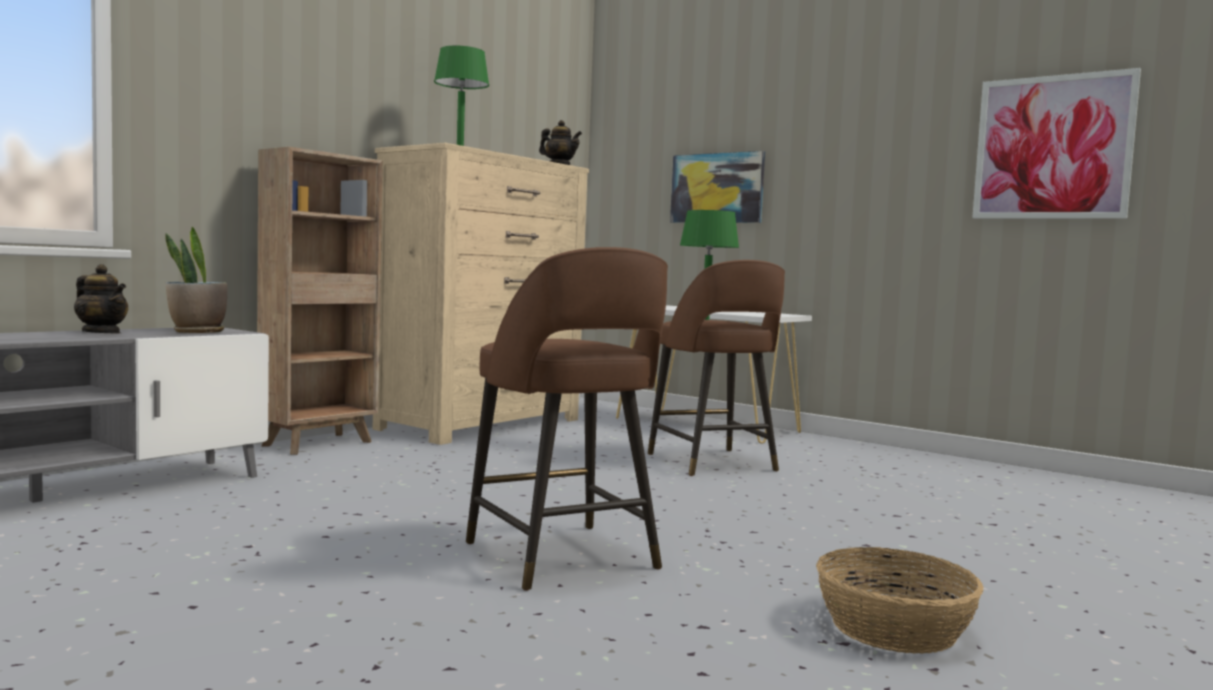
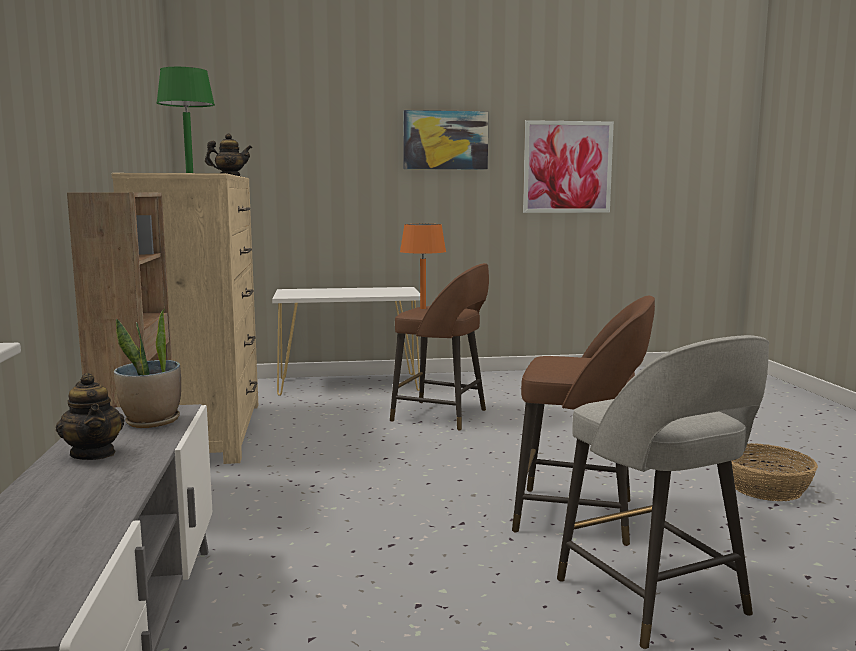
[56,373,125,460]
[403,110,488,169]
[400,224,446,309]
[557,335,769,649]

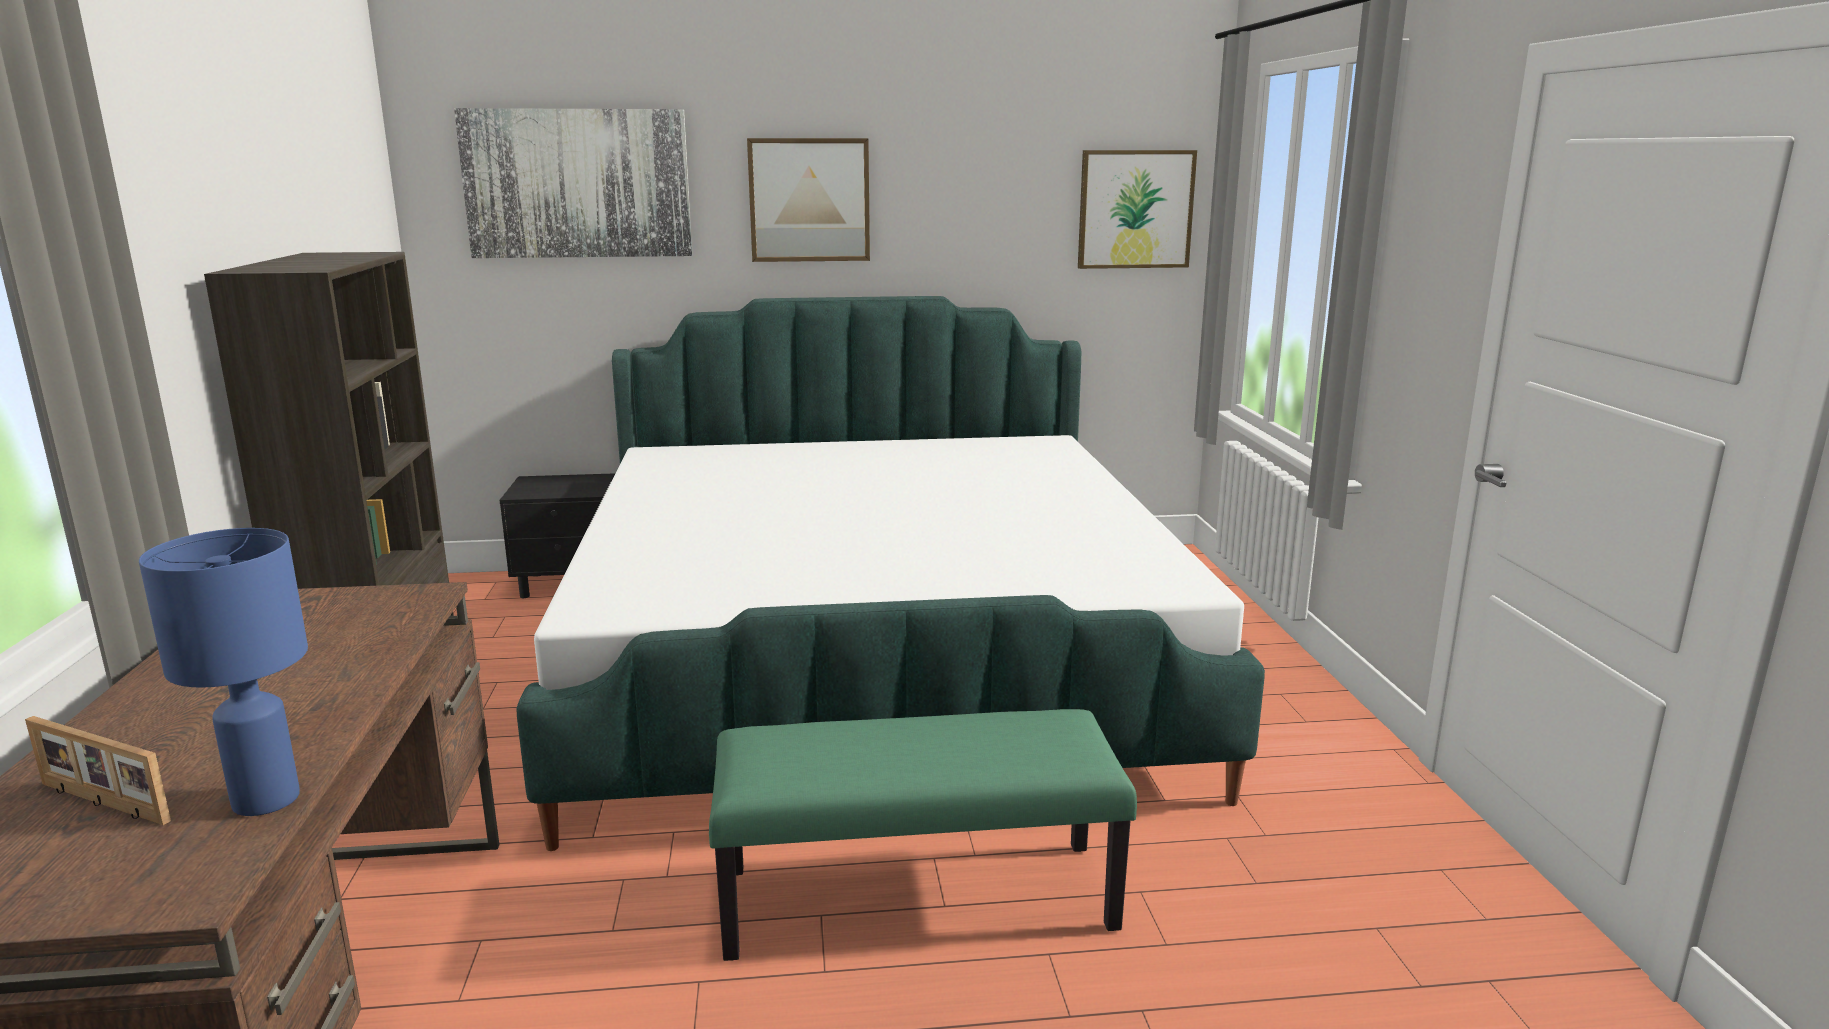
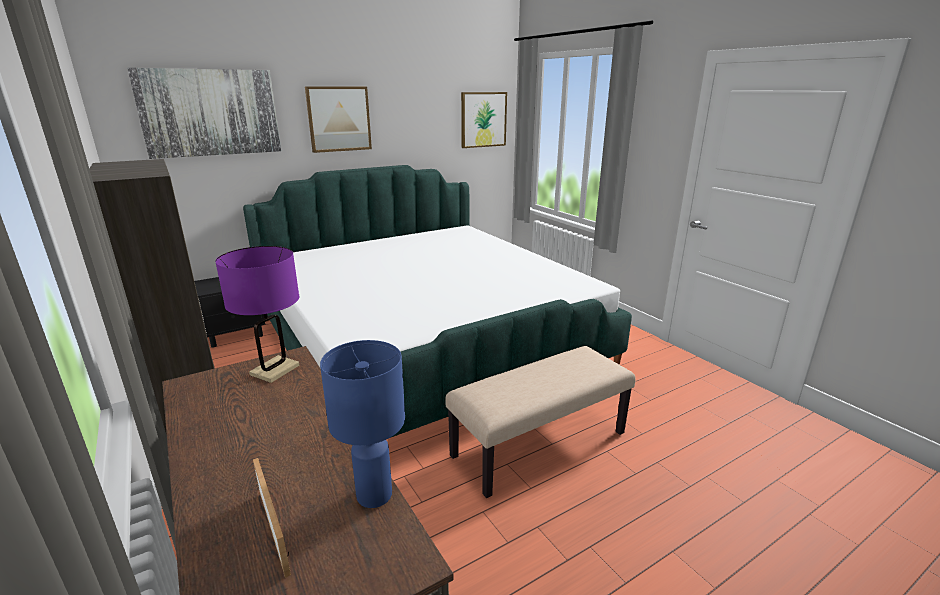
[253,458,291,578]
[445,346,635,498]
[215,246,299,383]

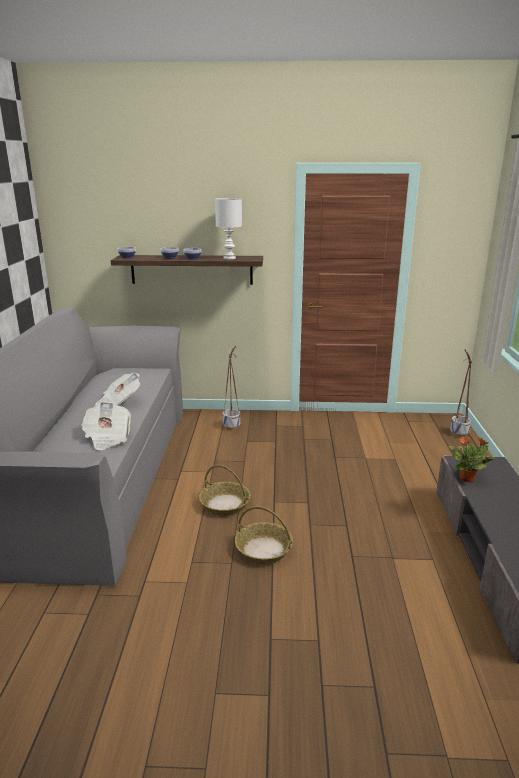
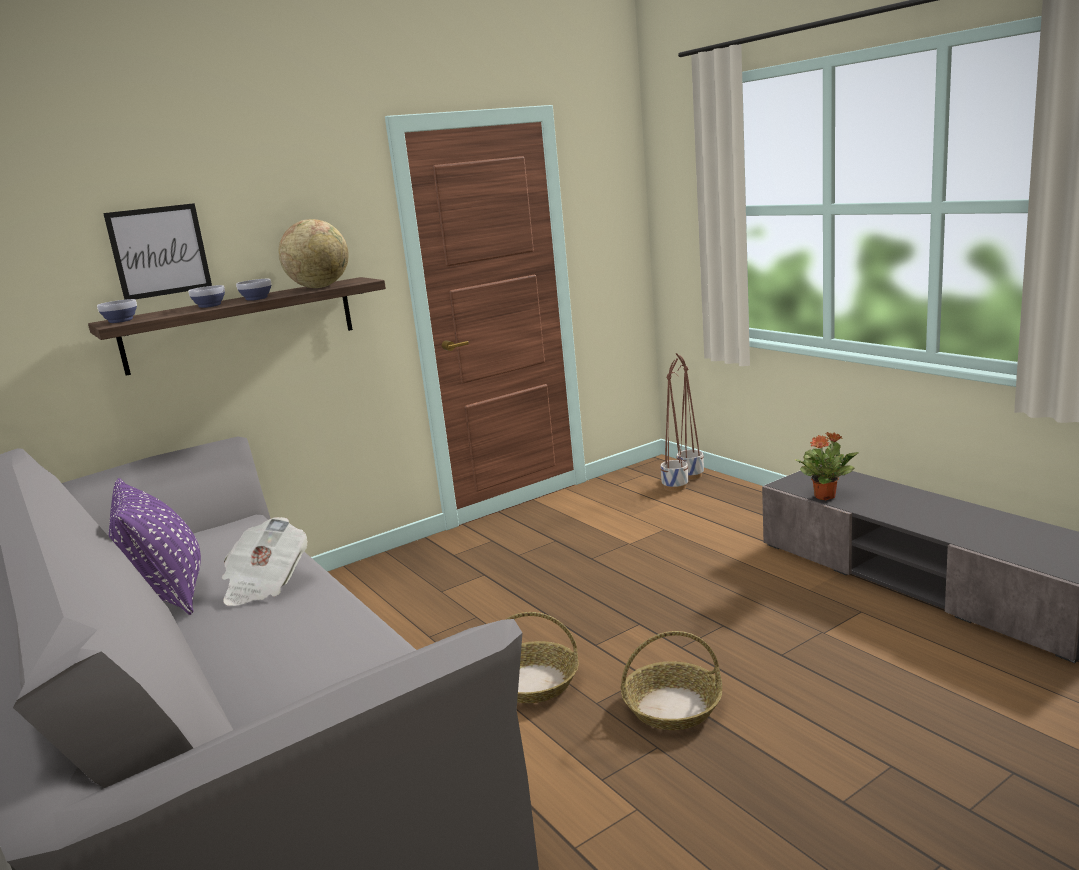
[81,401,131,450] (first image)
[279,219,348,288]
[660,358,688,491]
[103,203,212,300]
[109,478,201,615]

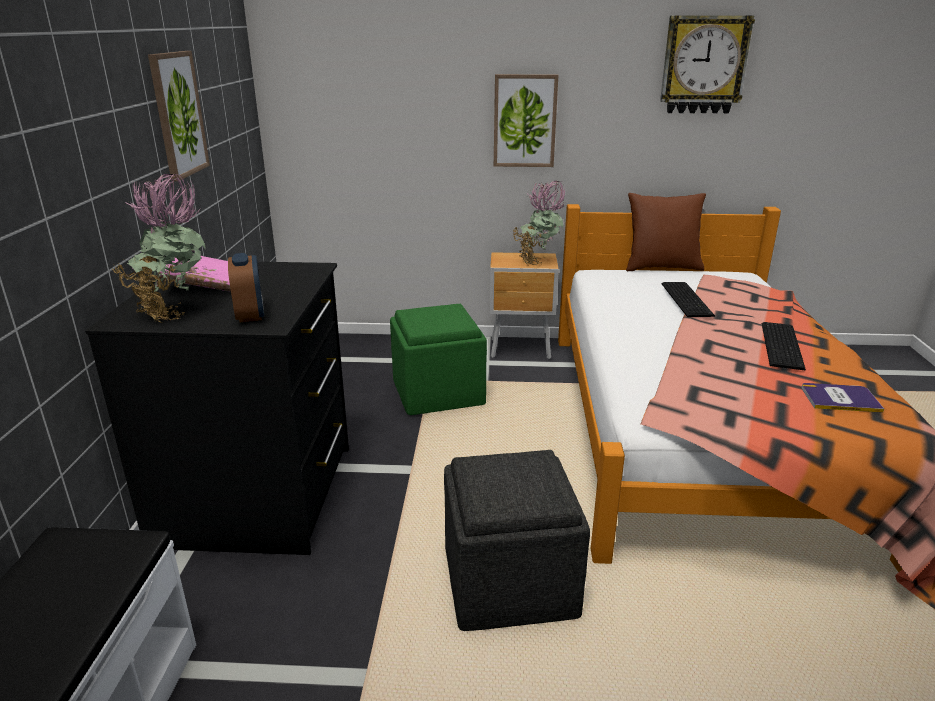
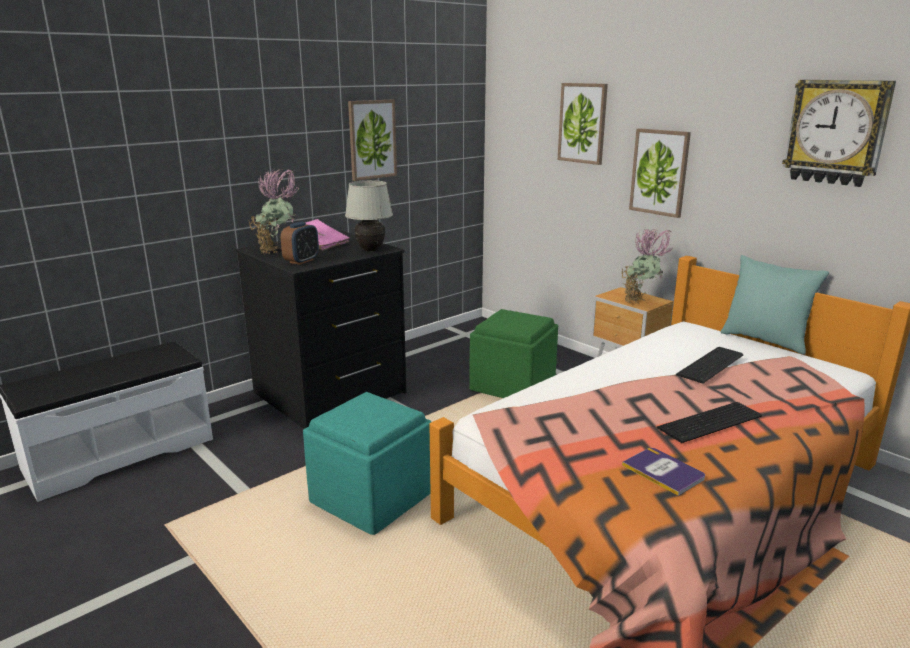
[303,392,431,535]
[720,255,829,355]
[345,180,393,252]
[558,83,608,165]

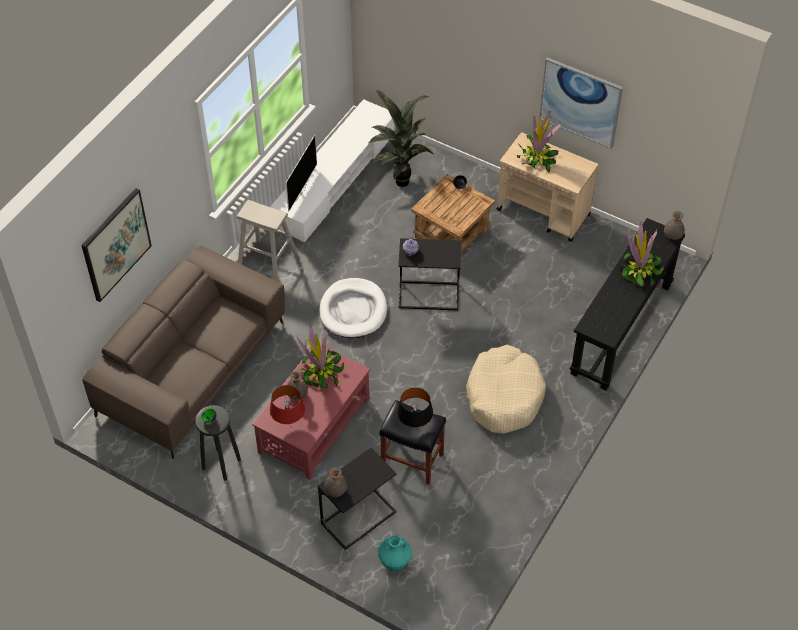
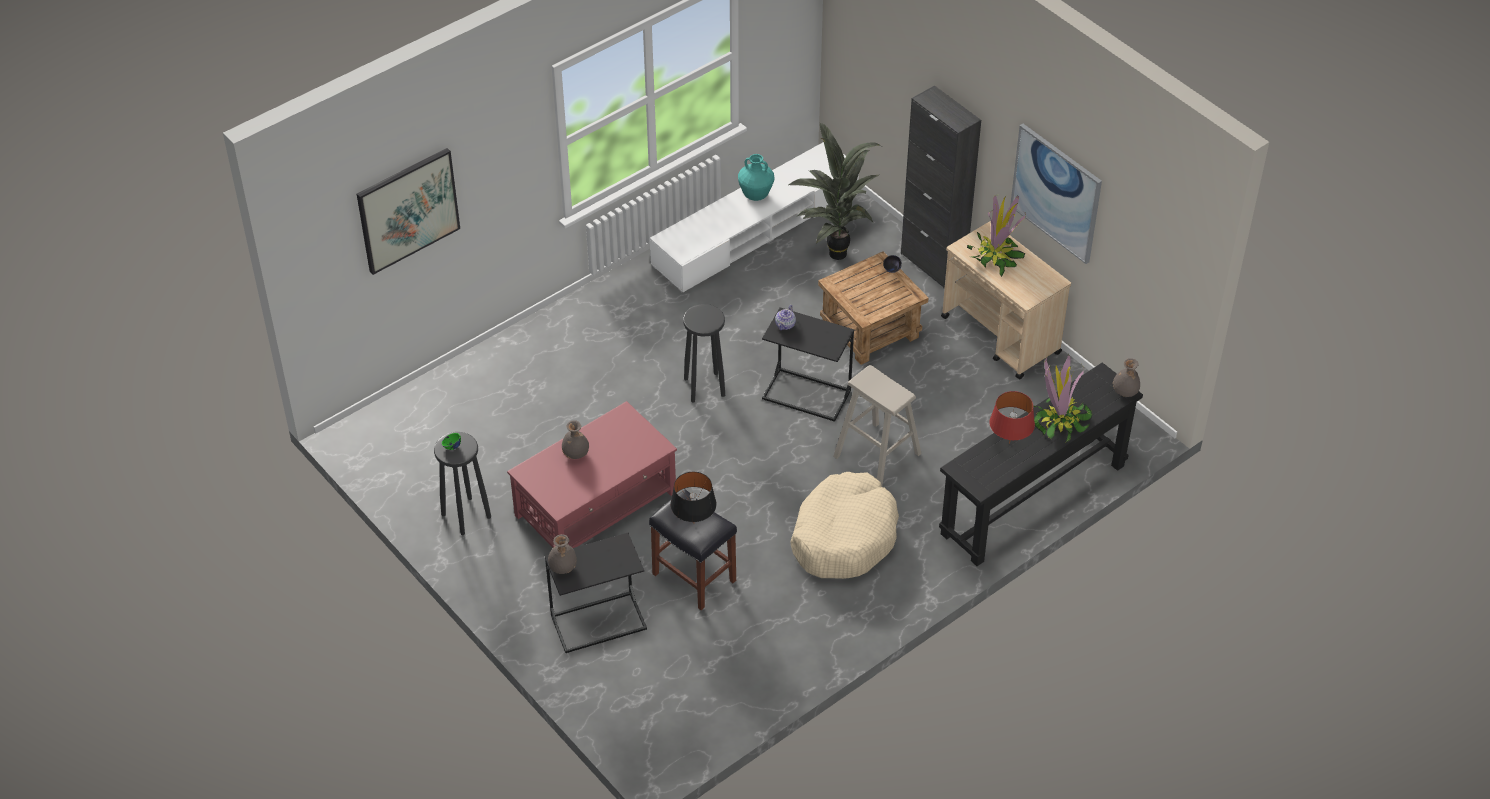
[82,245,285,459] (first image)
[833,365,922,486]
[989,391,1035,443]
[286,135,317,212] (first image)
[297,325,344,389] (first image)
[683,304,725,403]
[738,154,774,201]
[901,85,981,289]

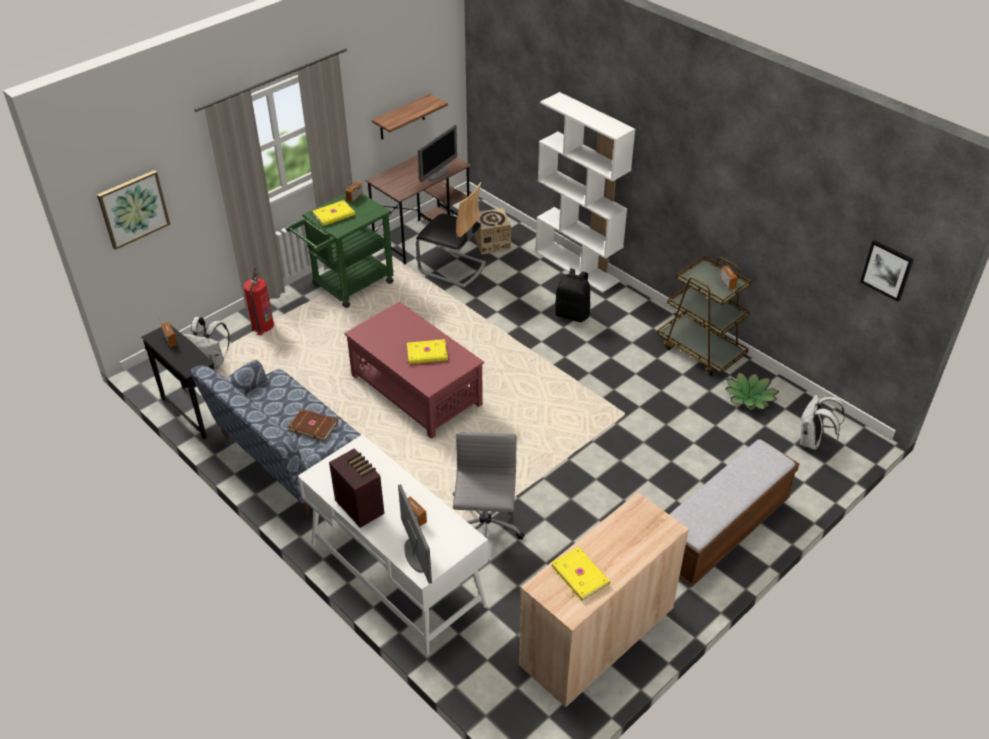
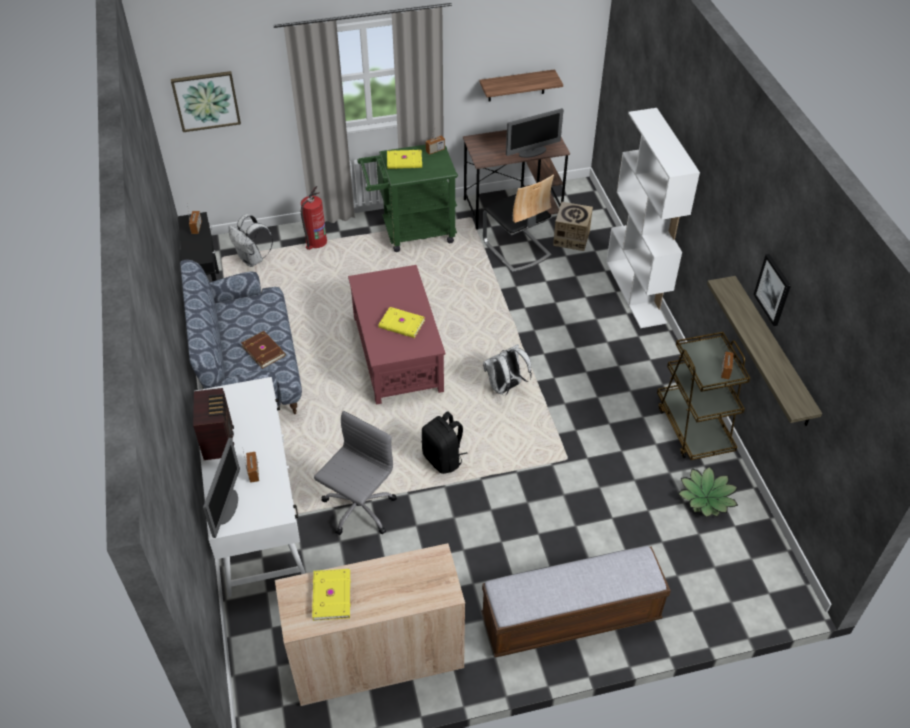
[422,411,468,474]
[483,344,532,395]
[753,254,791,326]
[707,276,822,426]

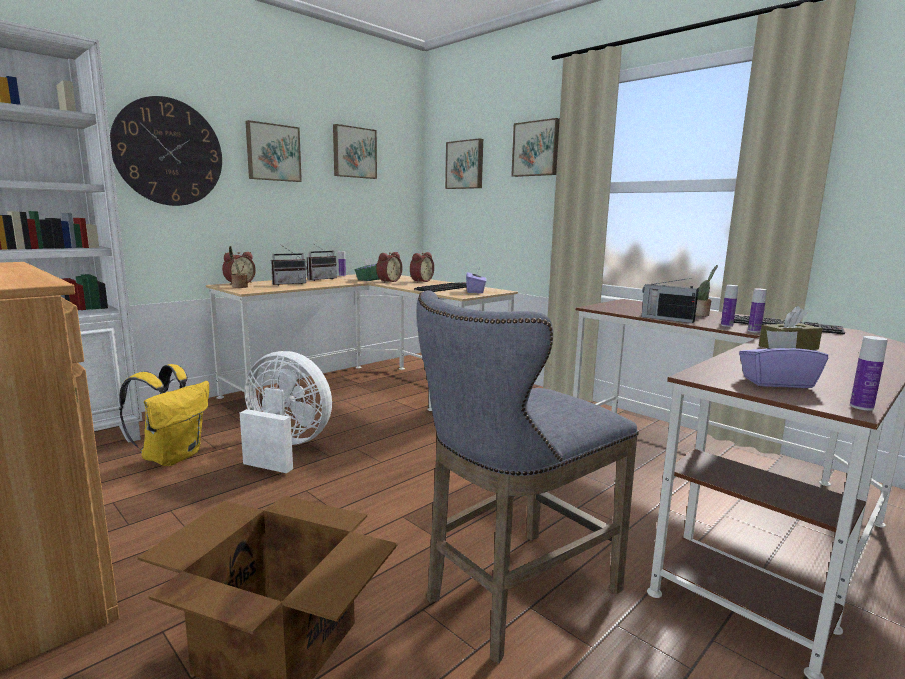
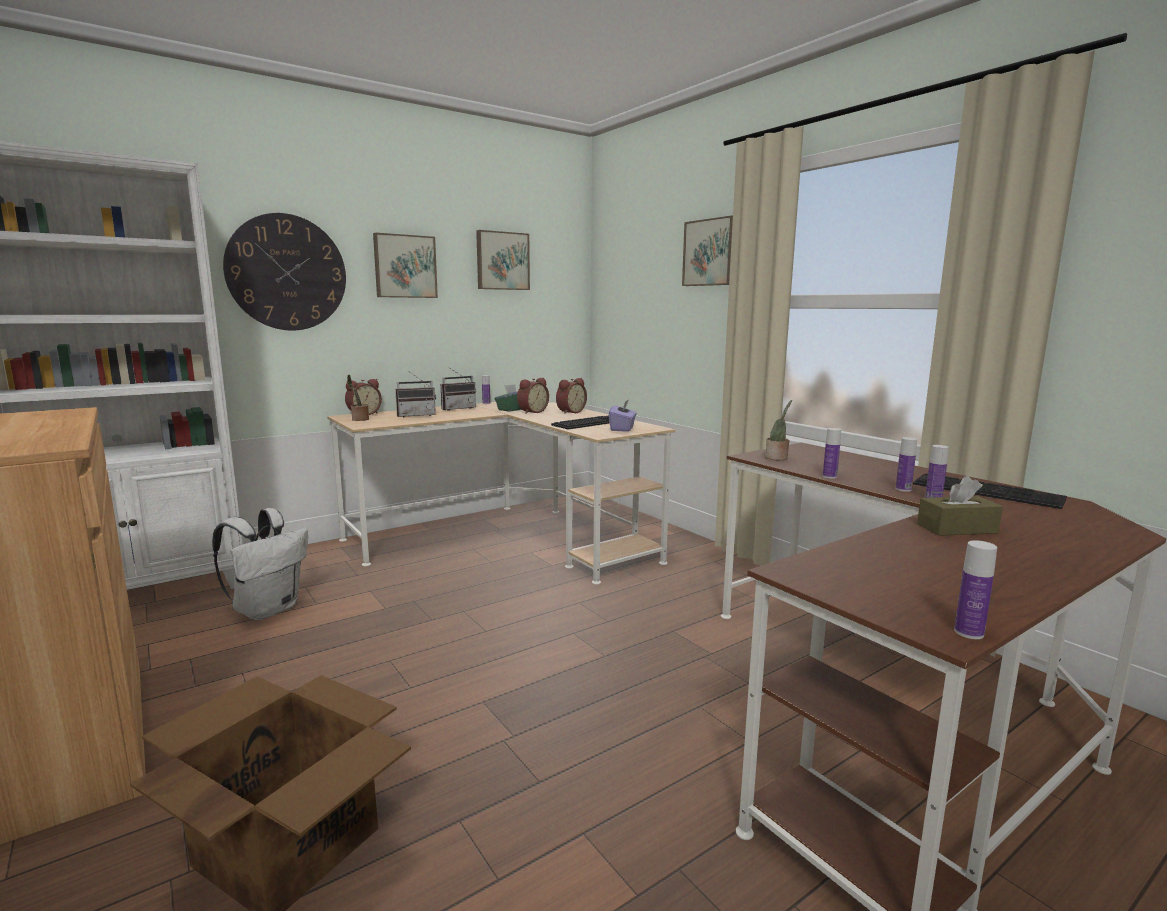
[212,508,308,620]
[240,351,332,473] (first image)
[417,290,639,664] (first image)
[445,138,483,189] (first image)
[823,428,841,479]
[765,400,792,460]
[739,330,828,388] (first image)

